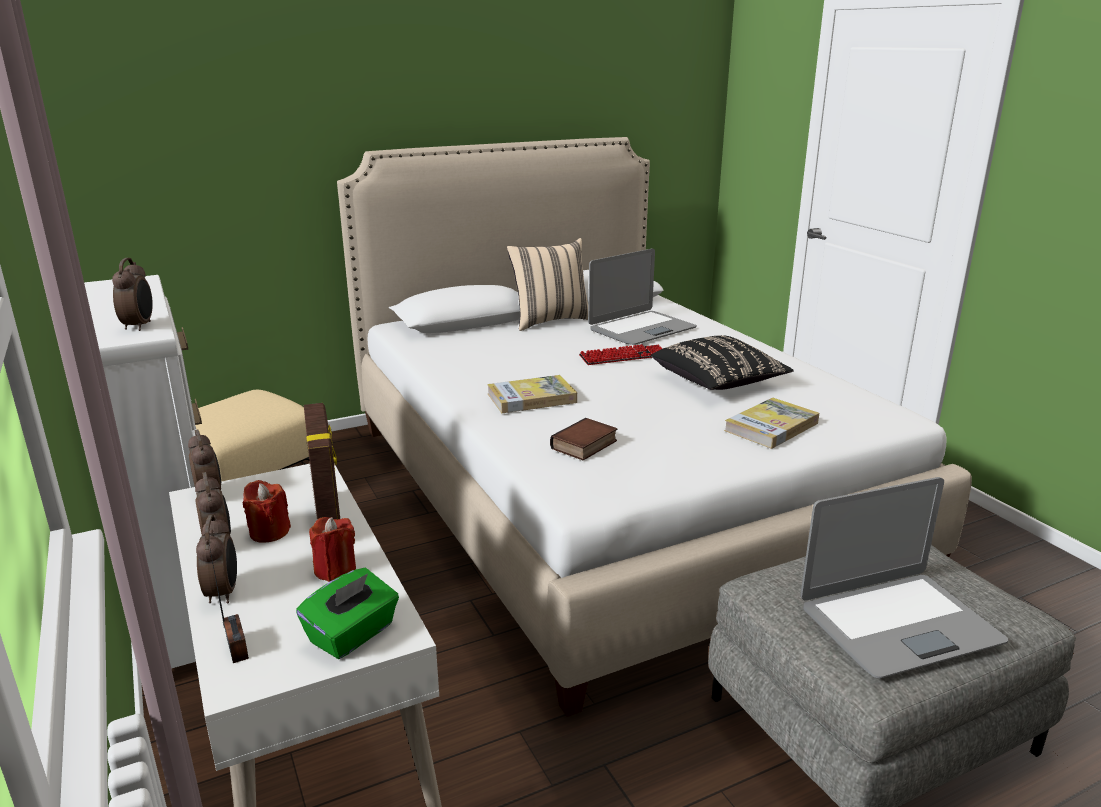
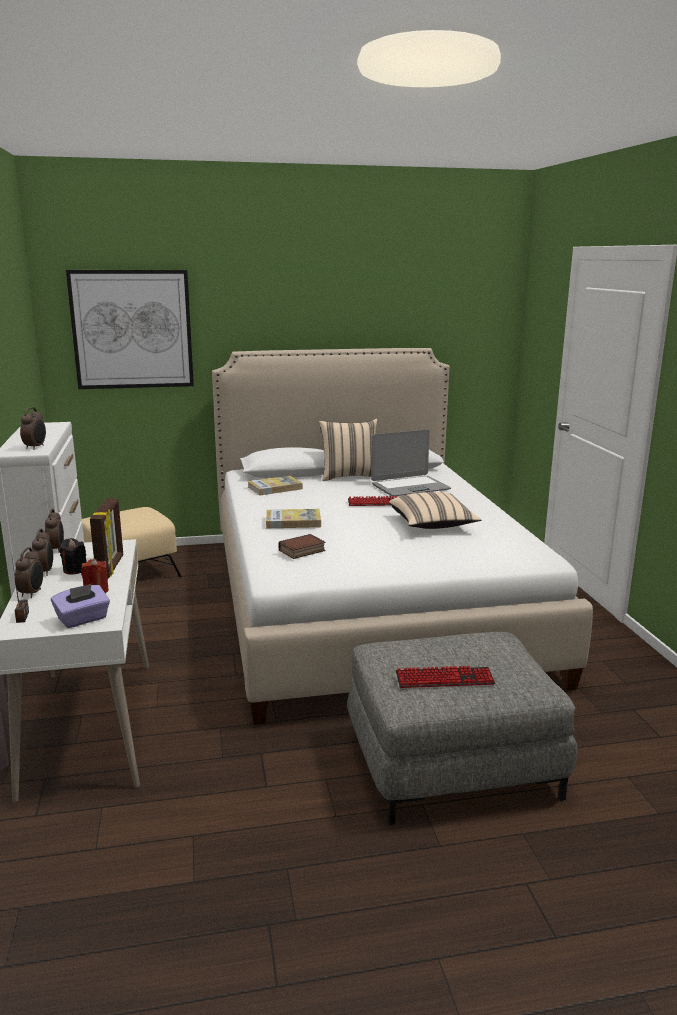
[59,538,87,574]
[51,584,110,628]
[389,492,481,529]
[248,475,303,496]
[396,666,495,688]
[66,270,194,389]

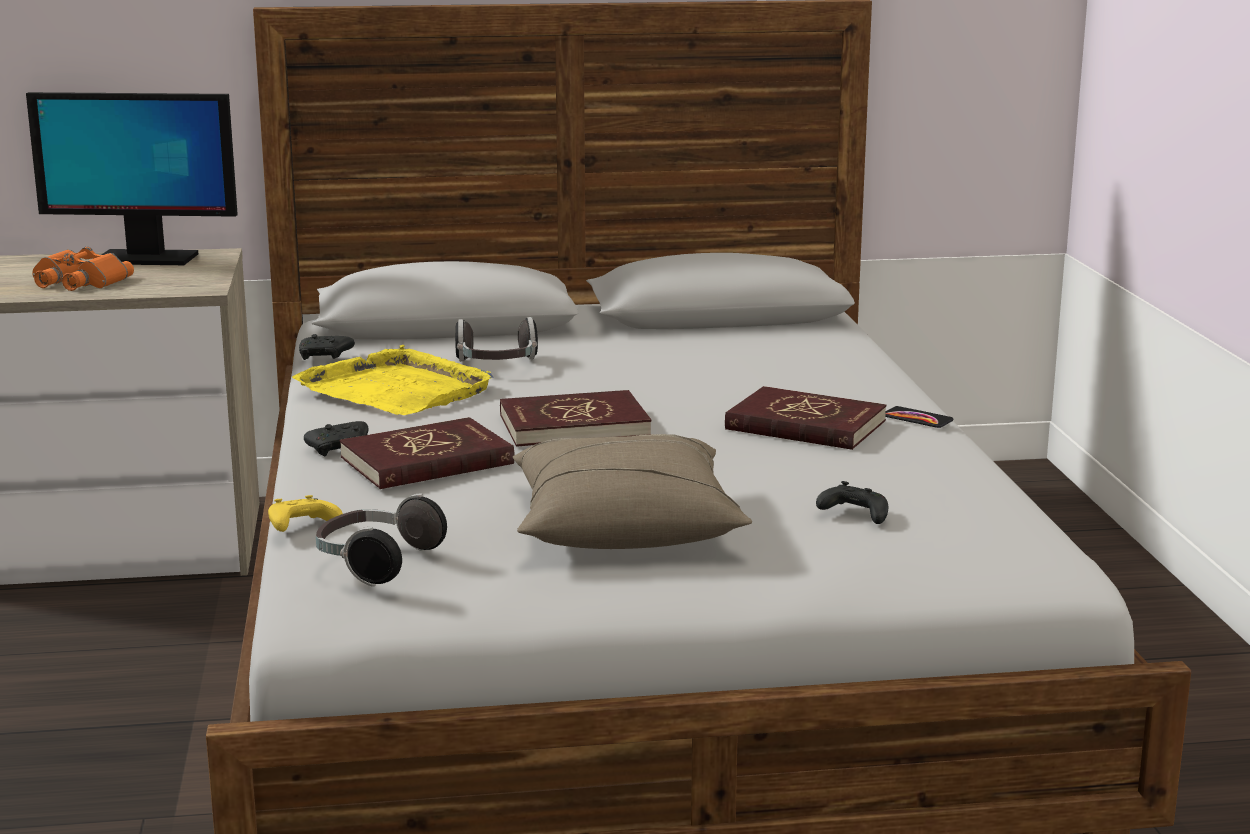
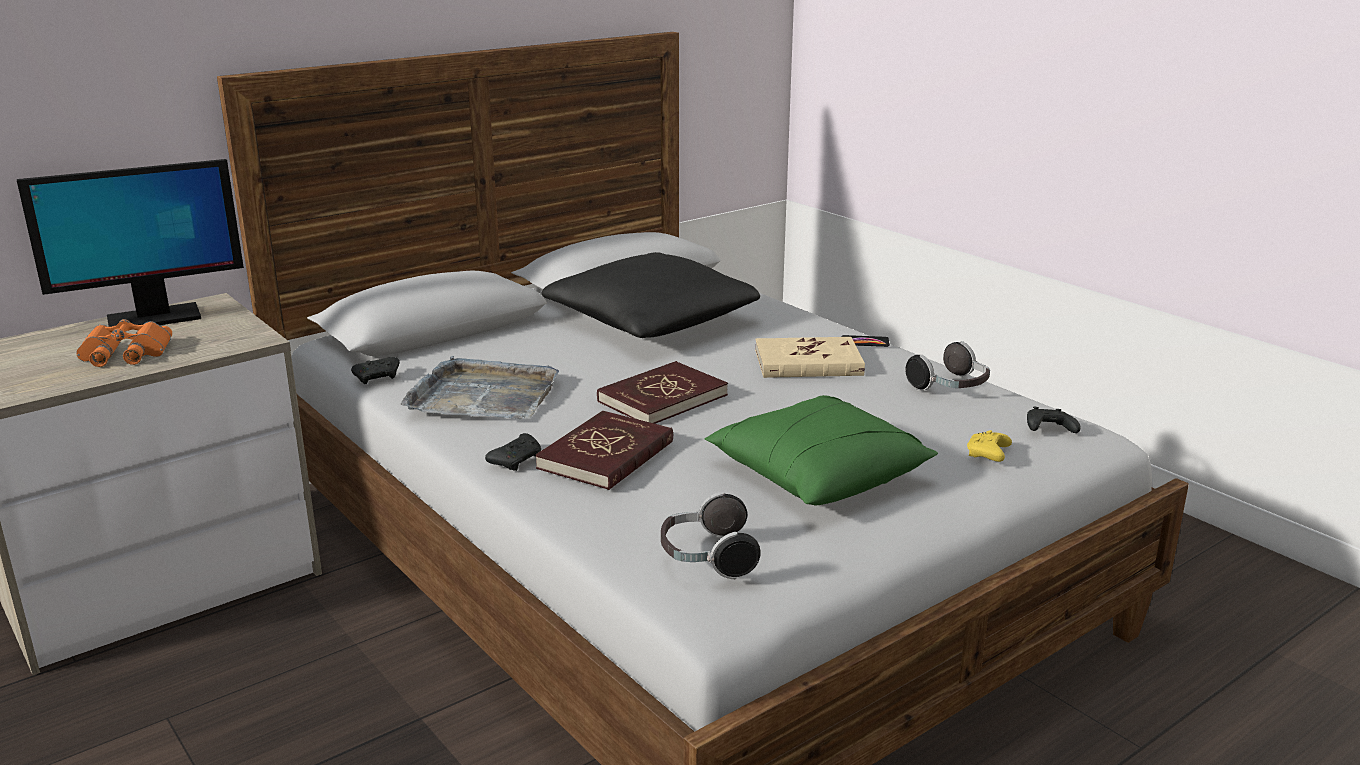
[967,430,1012,462]
[401,356,559,419]
[905,341,990,391]
[704,395,938,506]
[755,337,865,378]
[1027,407,1080,433]
[541,252,760,338]

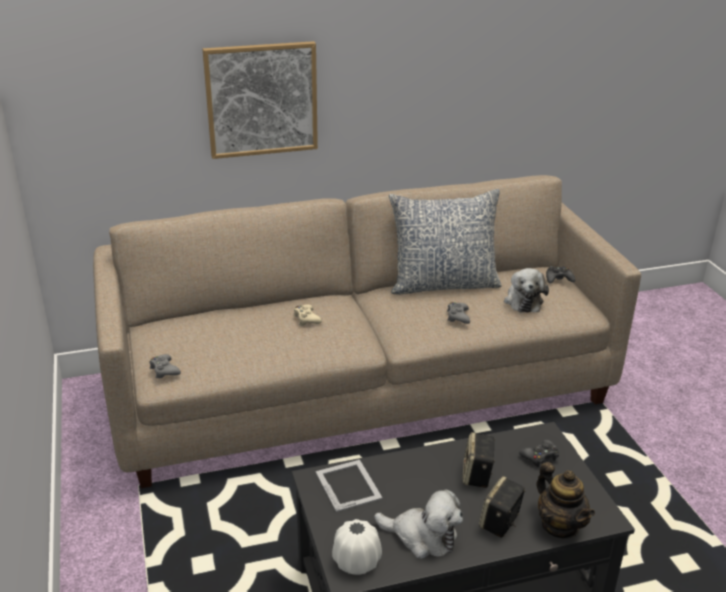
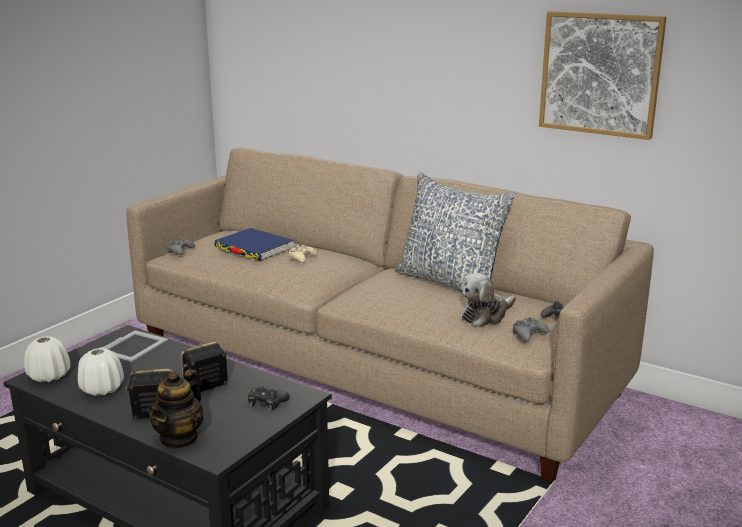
[539,11,667,140]
[78,348,124,396]
[513,317,550,341]
[214,228,295,261]

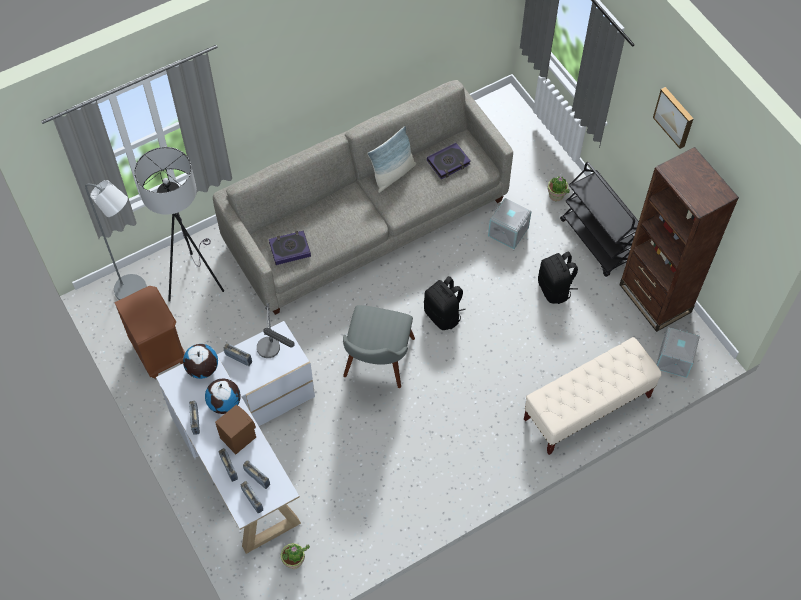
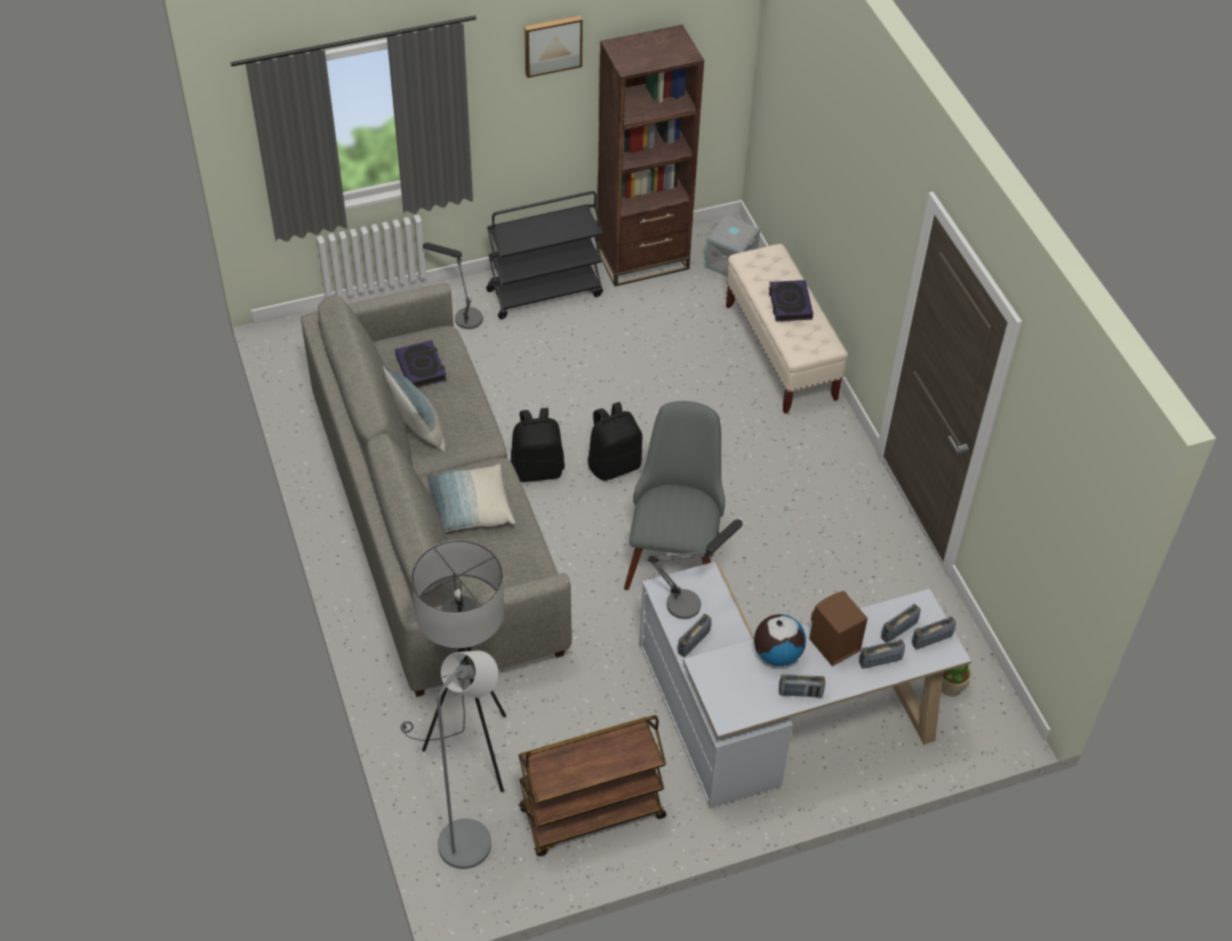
[518,715,666,856]
[183,344,218,379] (first image)
[769,280,813,321]
[624,401,725,590]
[488,198,532,249] (first image)
[511,408,565,482]
[423,243,483,329]
[426,464,515,532]

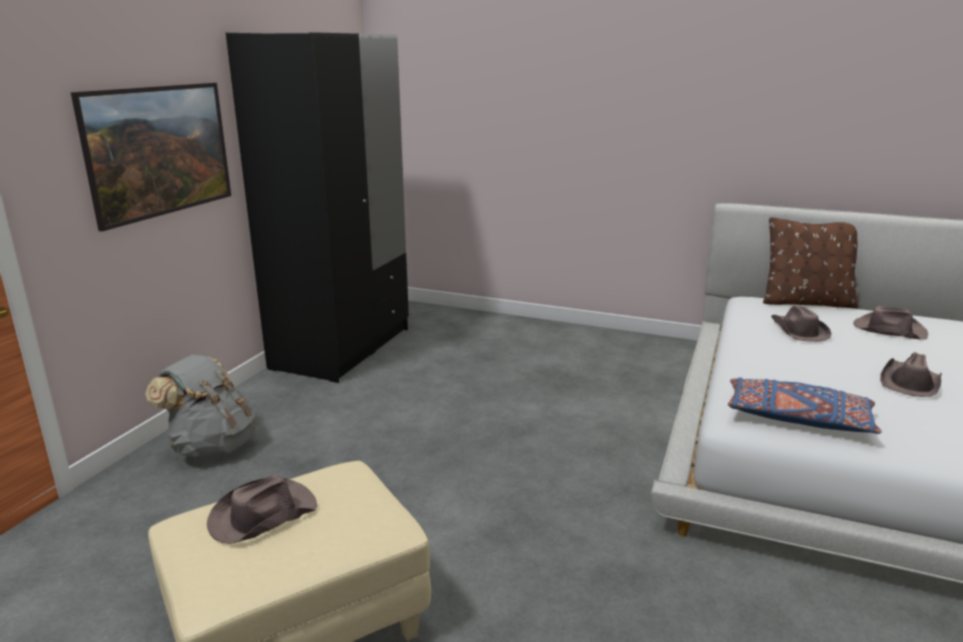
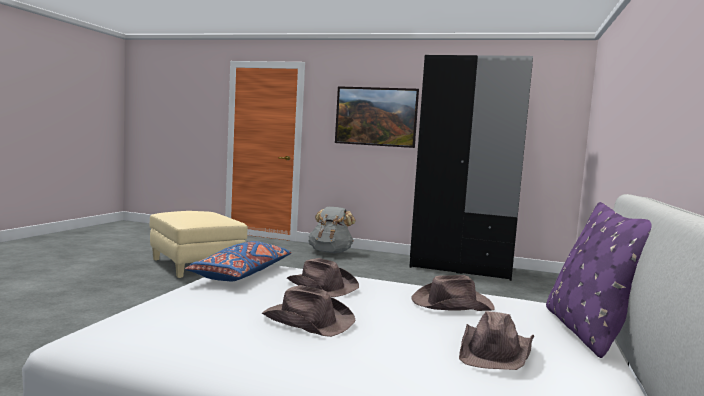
[287,258,359,297]
[546,202,652,358]

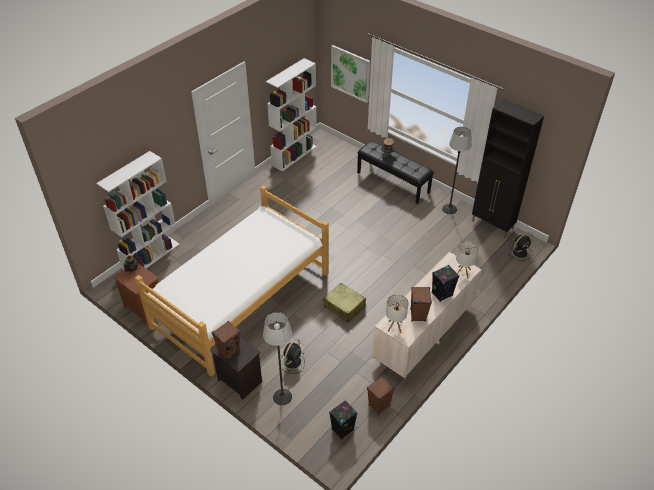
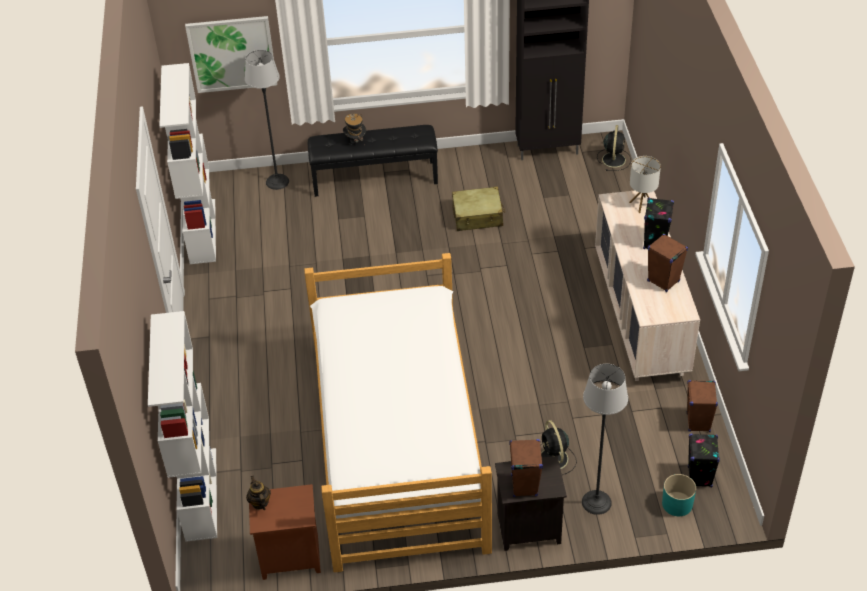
[452,186,505,231]
[386,294,409,333] (first image)
[245,50,289,190]
[662,474,696,516]

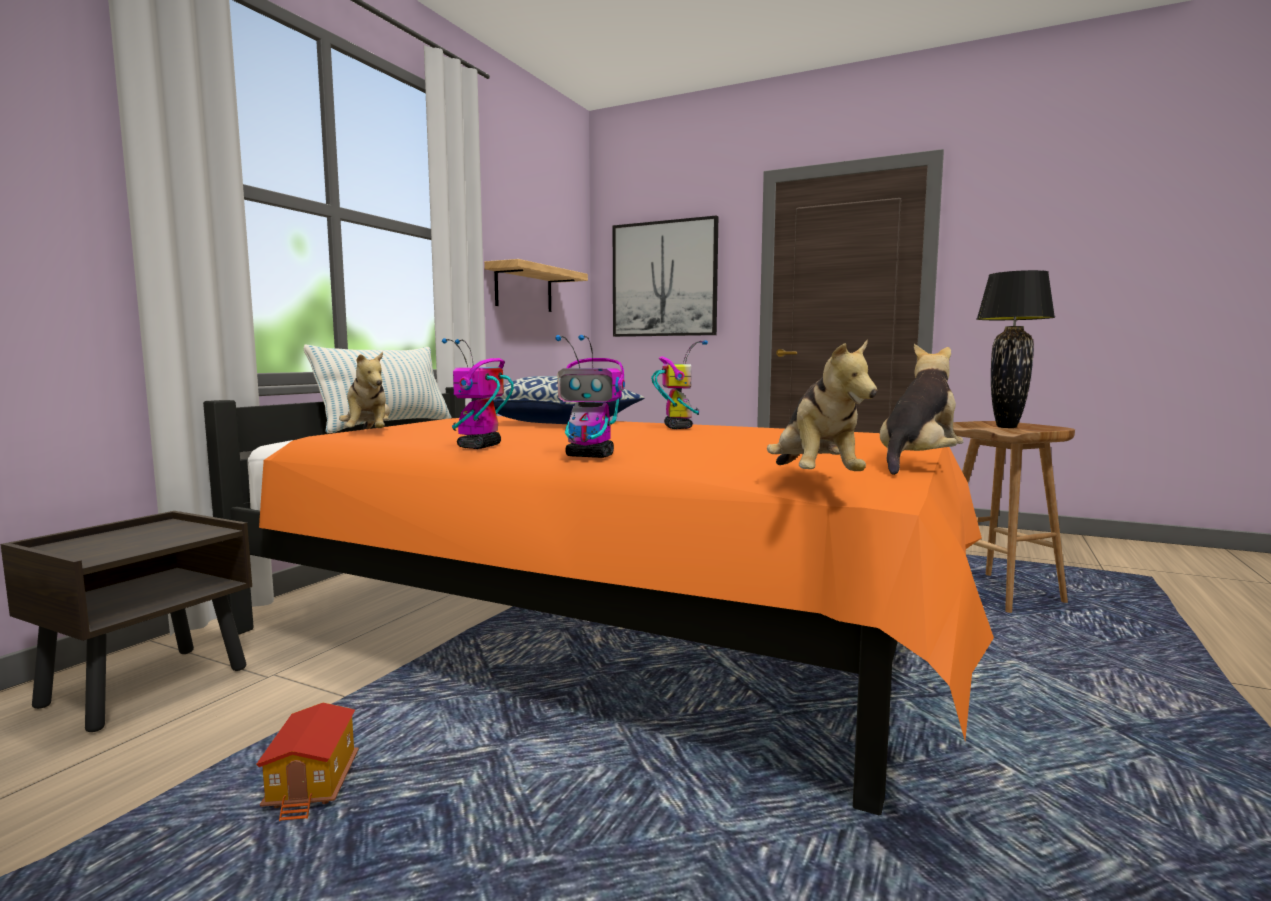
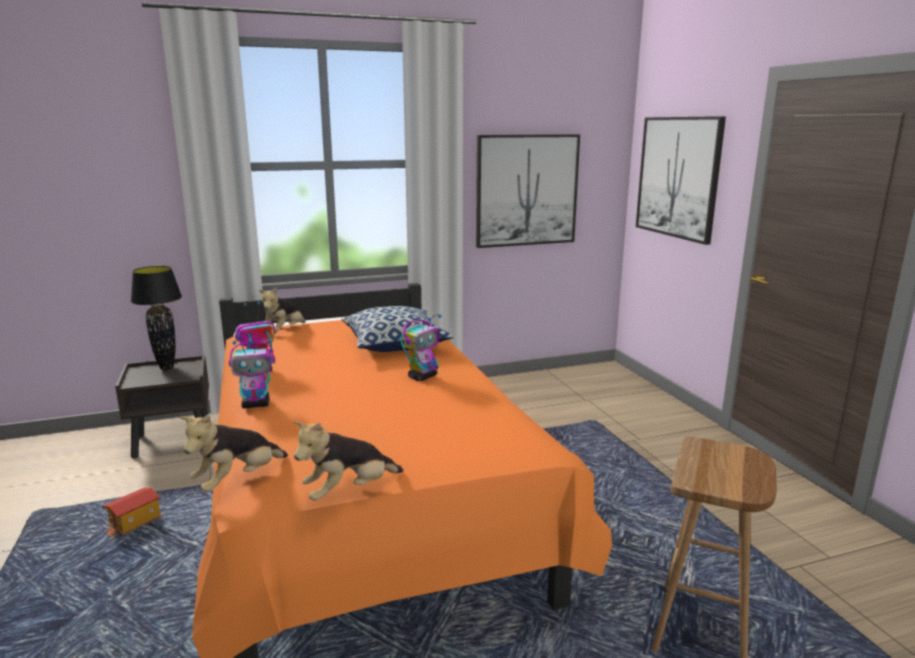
[304,345,451,434] (first image)
[476,134,580,248]
[229,339,275,408]
[293,421,403,501]
[131,266,182,370]

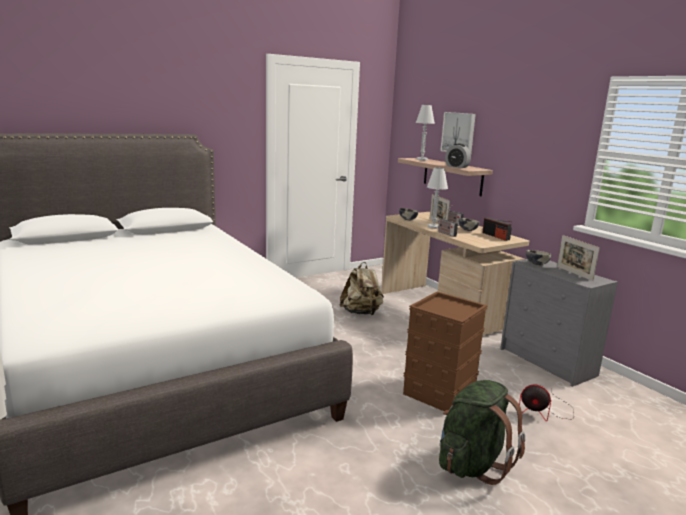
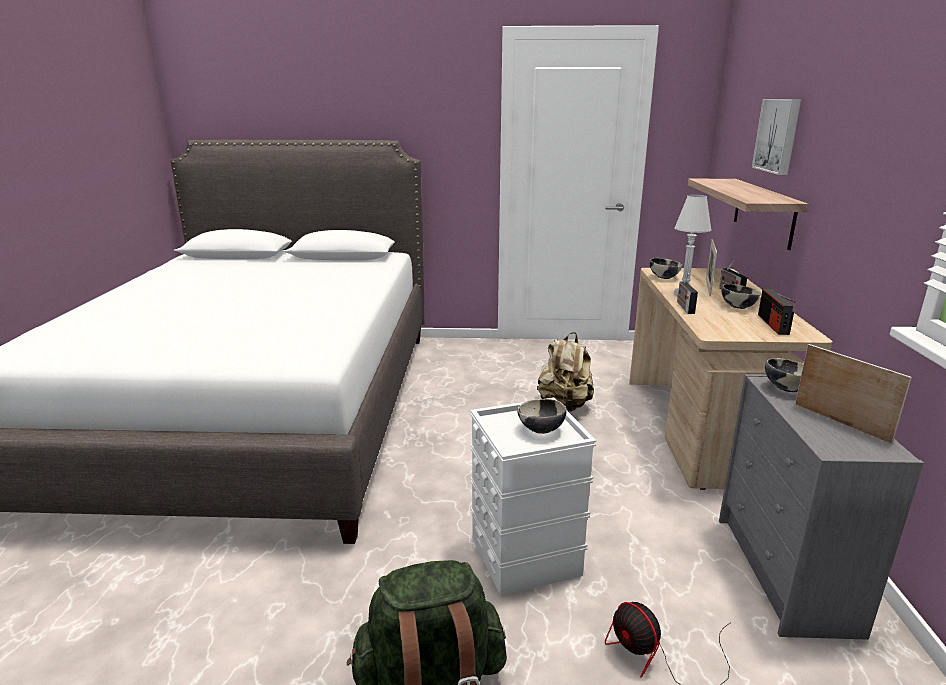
[471,397,596,596]
[416,105,435,161] (first image)
[445,144,471,168] (first image)
[795,344,912,444]
[518,399,566,434]

